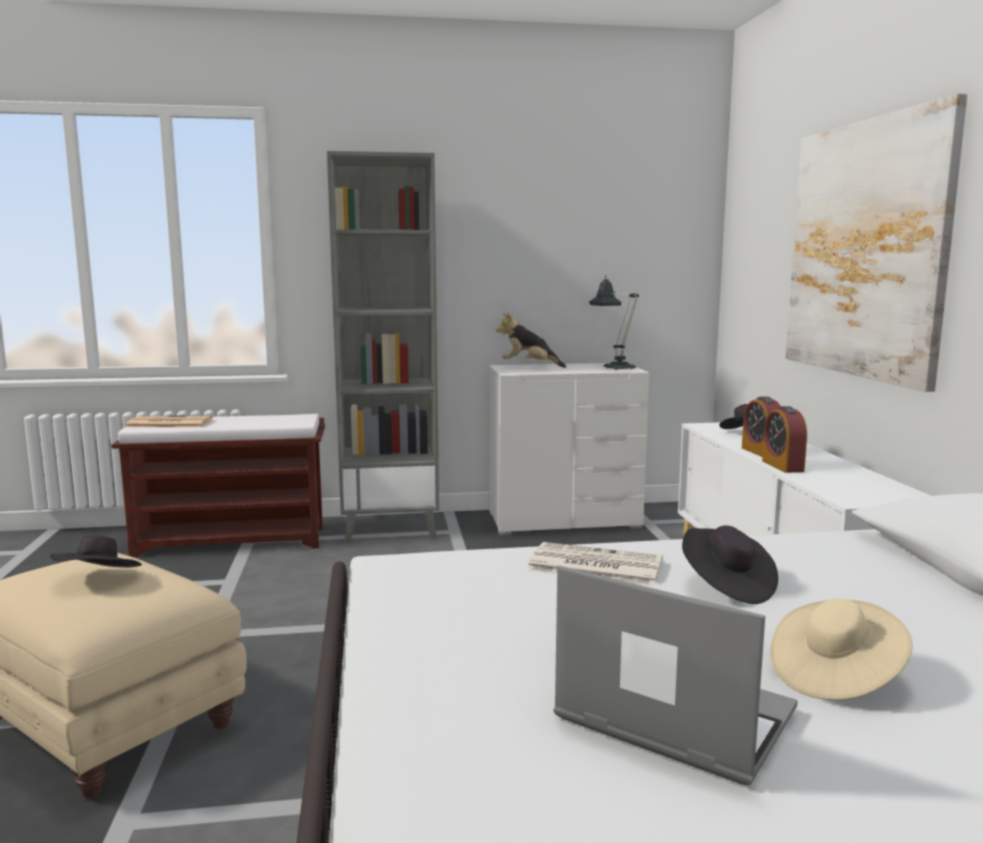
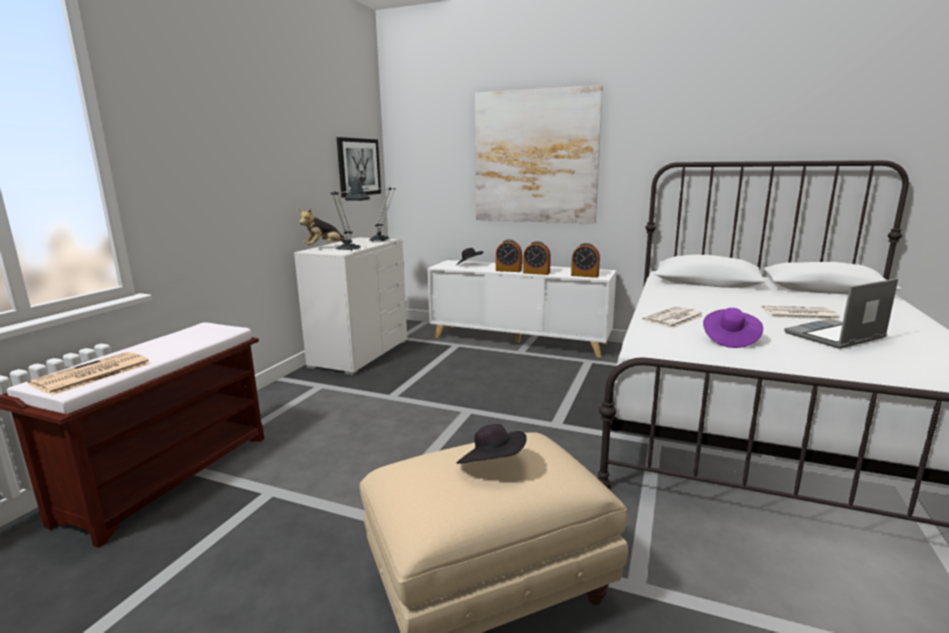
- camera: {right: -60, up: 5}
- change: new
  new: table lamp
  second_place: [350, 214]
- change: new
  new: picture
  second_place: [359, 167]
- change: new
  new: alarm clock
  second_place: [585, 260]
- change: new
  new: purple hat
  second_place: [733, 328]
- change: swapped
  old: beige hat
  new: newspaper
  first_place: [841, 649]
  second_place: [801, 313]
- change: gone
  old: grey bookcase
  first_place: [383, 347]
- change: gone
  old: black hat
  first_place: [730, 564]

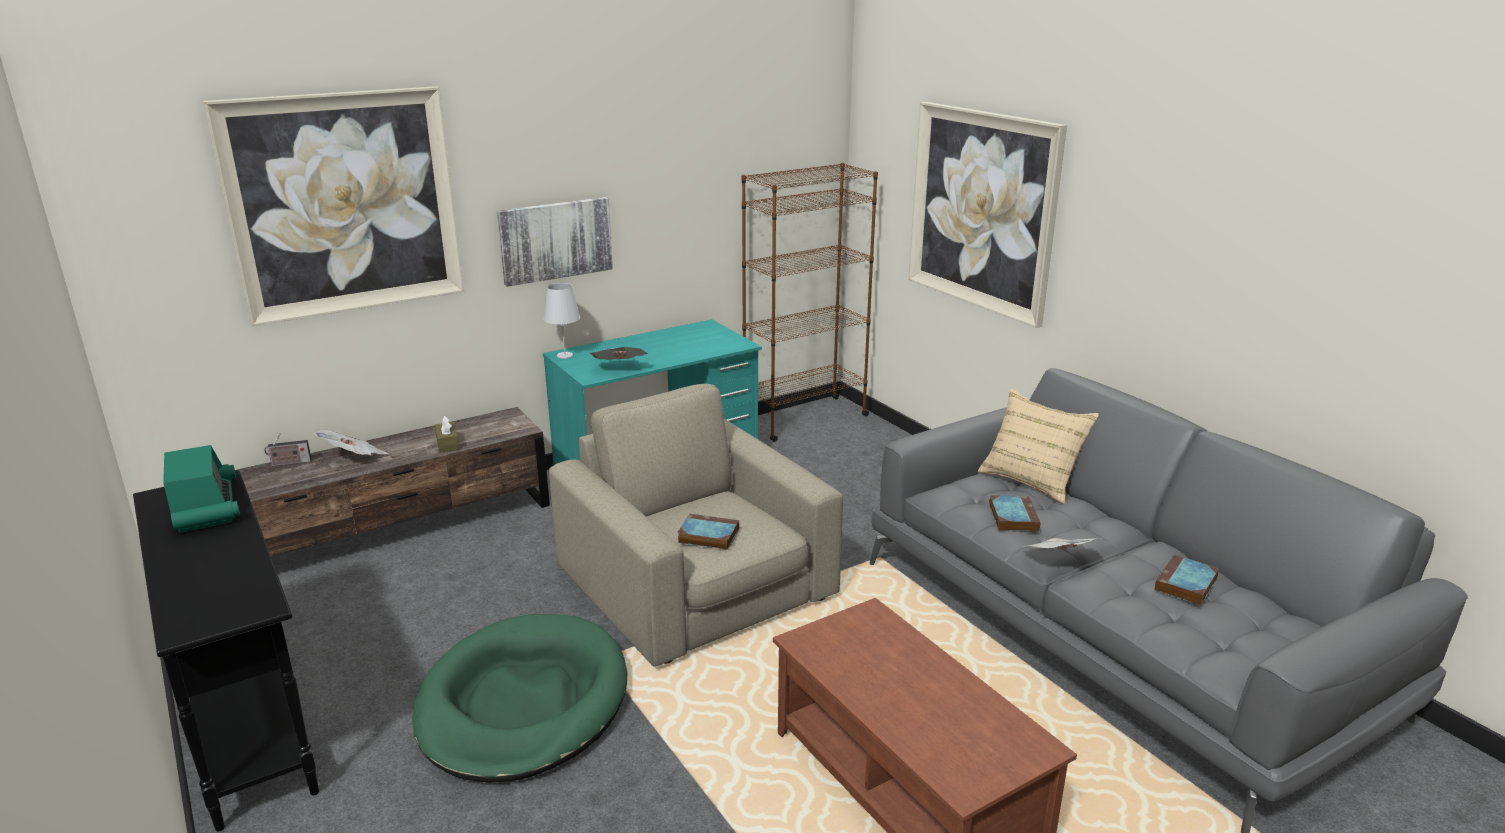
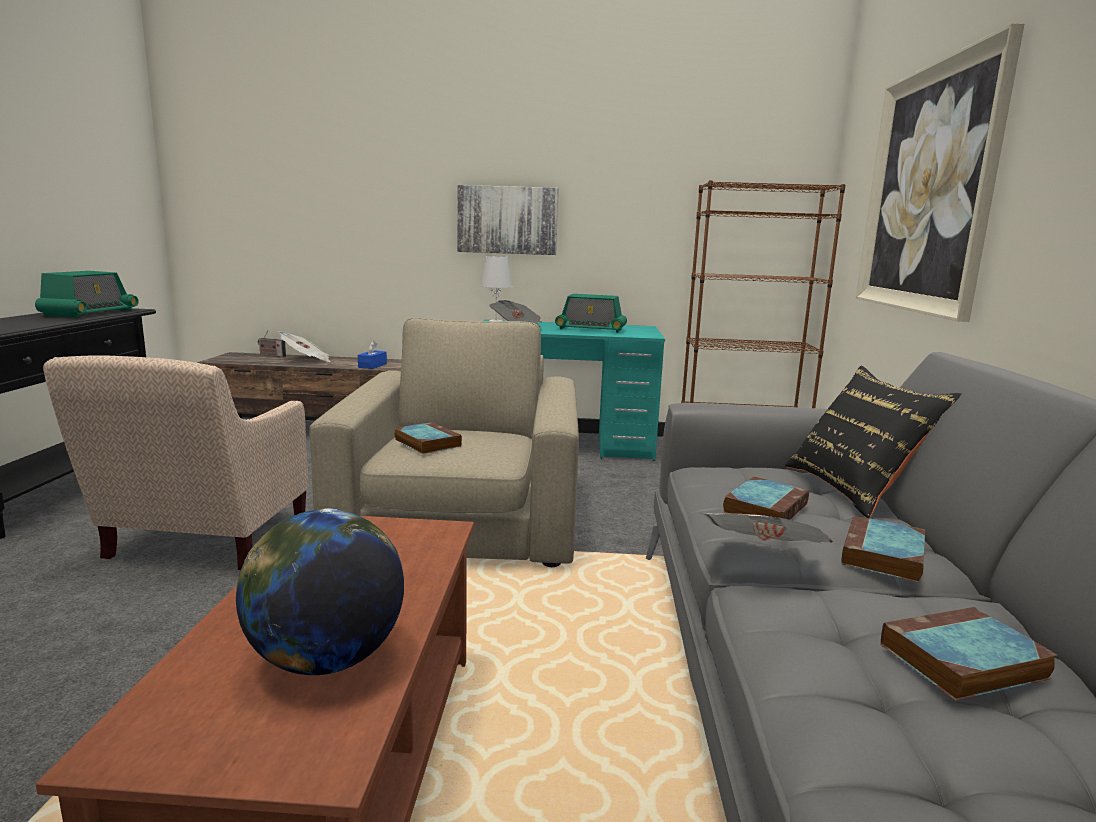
- camera: {right: 35, up: -10}
- change: swapped
  old: green dog bed
  new: beige armchair
  first_place: [519, 698]
  second_place: [176, 462]
- change: new
  new: globe
  second_place: [320, 591]
- change: repainted
  old: brown tissue box
  new: blue tissue box
  first_place: [447, 434]
  second_place: [372, 355]
- change: new
  new: radio
  second_place: [591, 313]
- change: repainted
  old: beige pillow
  new: black pillow
  first_place: [1038, 446]
  second_place: [873, 442]
- change: new
  new: book
  second_place: [883, 549]
- change: gone
  old: picture
  first_place: [333, 206]

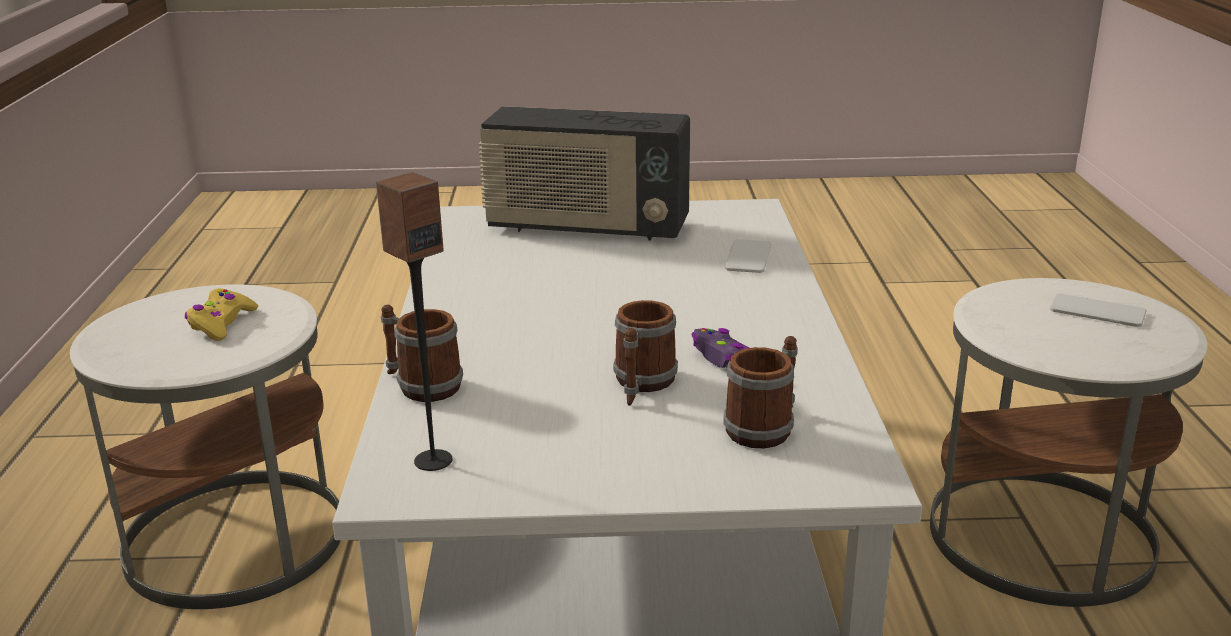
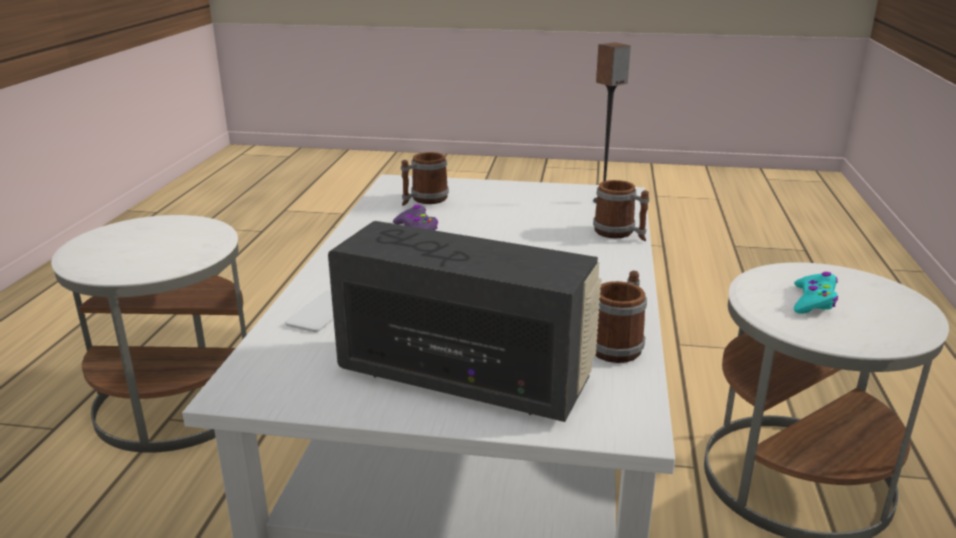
- camera: {right: -170, up: 0}
- change: shifted
  old: mug
  first_place: [645, 353]
  second_place: [621, 317]
- change: repainted
  old: yellow game controller
  new: turquoise game controller
  first_place: [221, 314]
  second_place: [816, 293]
- change: gone
  old: phone
  first_place: [1098, 310]

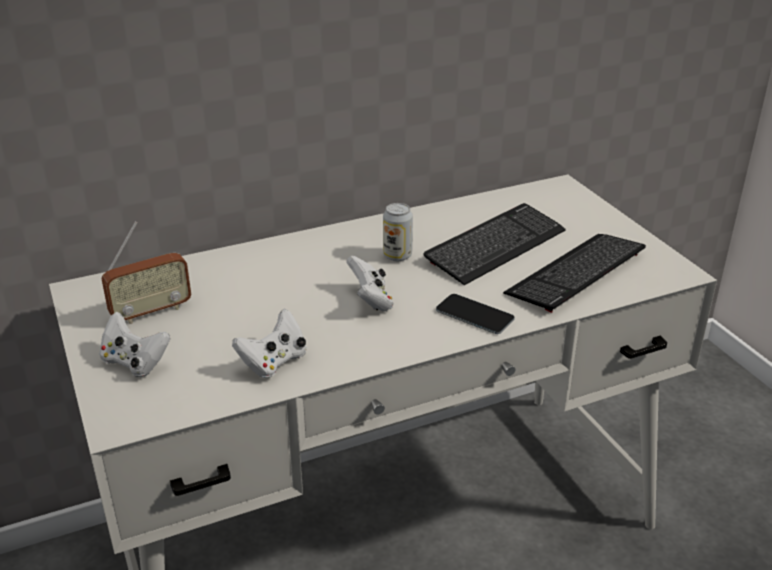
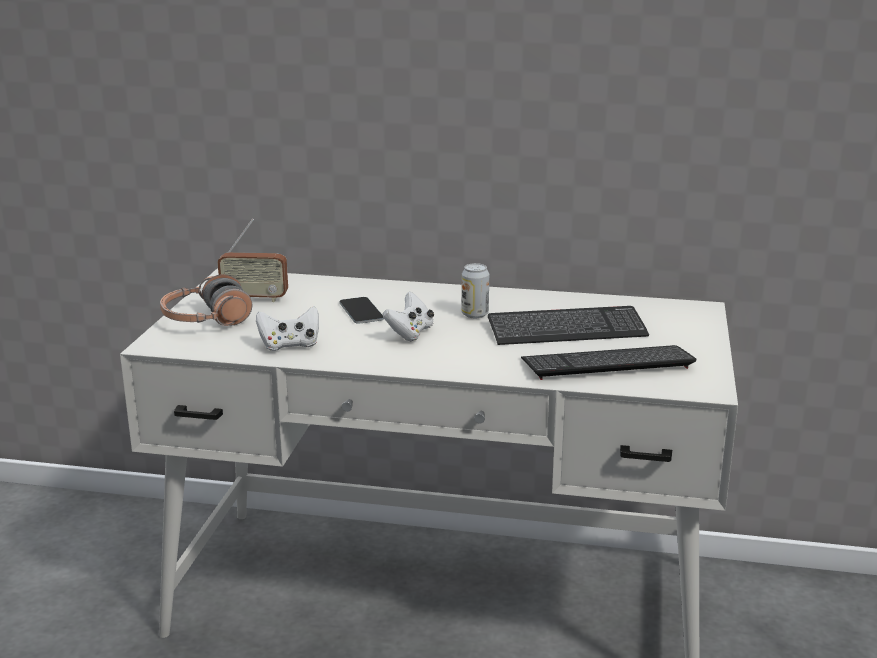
- camera: {right: 35, up: -10}
- change: swapped
  old: white game controller
  new: headphones
  first_place: [134, 344]
  second_place: [206, 300]
- change: shifted
  old: phone
  first_place: [475, 314]
  second_place: [361, 310]

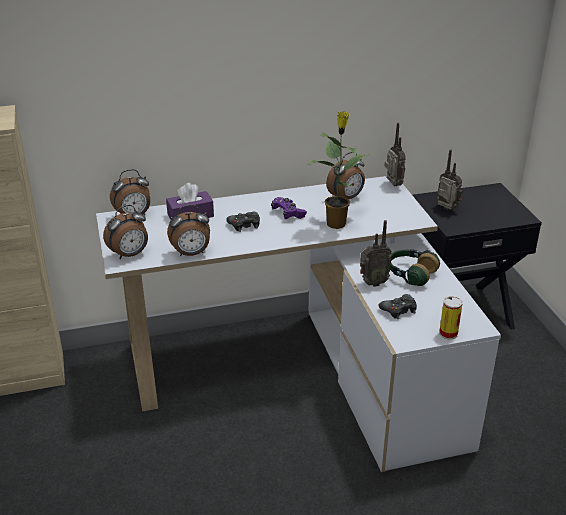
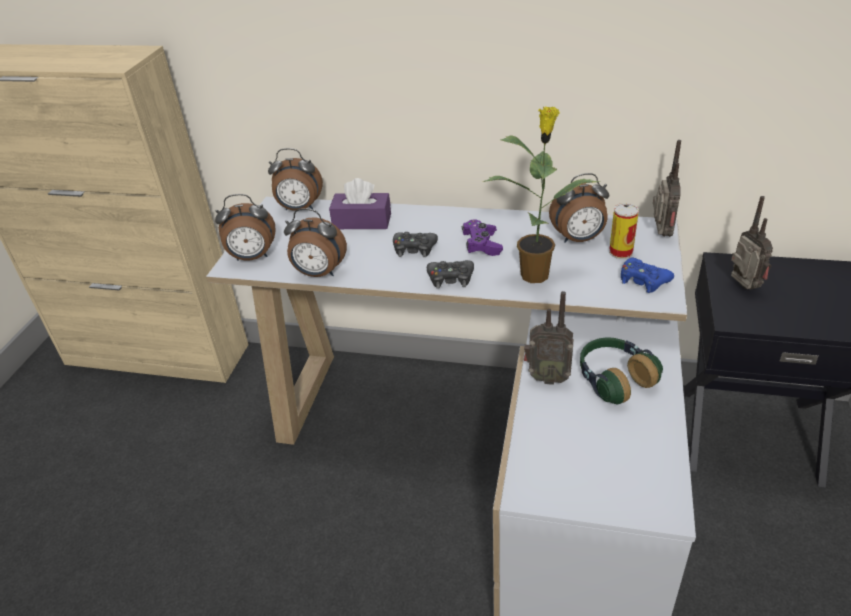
- camera: {right: 30, up: 5}
- change: shifted
  old: black game controller
  first_place: [397, 306]
  second_place: [450, 274]
- change: shifted
  old: can
  first_place: [451, 317]
  second_place: [624, 231]
- change: new
  new: blue game controller
  second_place: [647, 275]

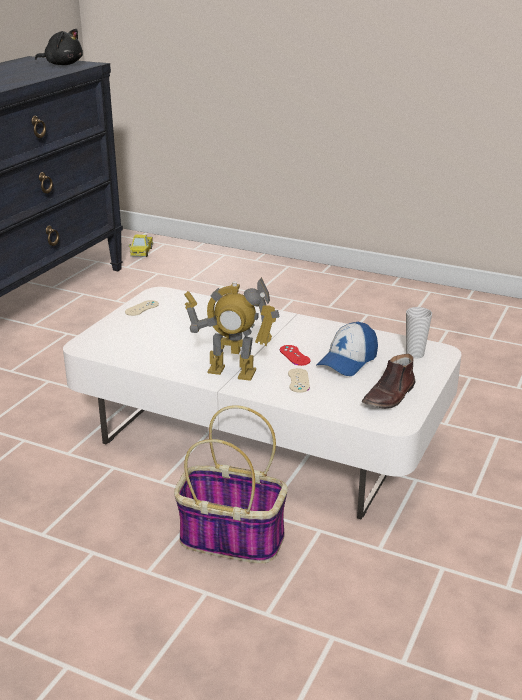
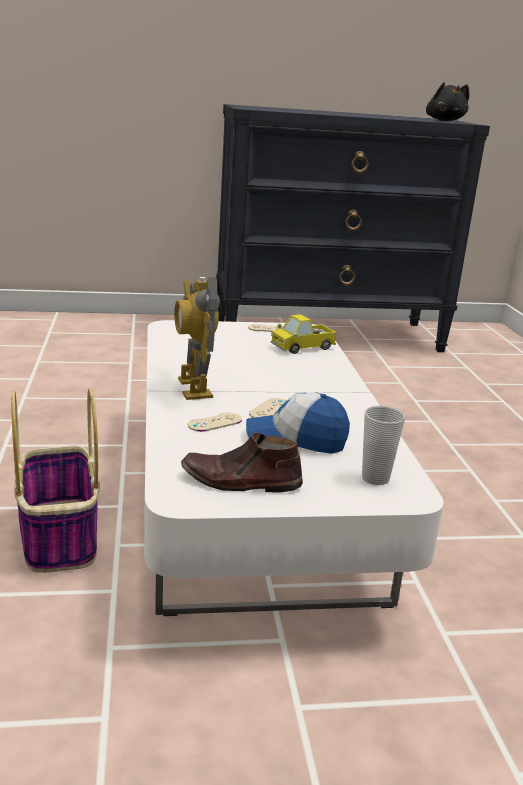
- camera: {right: 55, up: -5}
- change: repainted
  old: red game controller
  new: beige game controller
  first_place: [295, 355]
  second_place: [267, 408]
- change: shifted
  old: toy truck
  first_place: [141, 246]
  second_place: [304, 334]

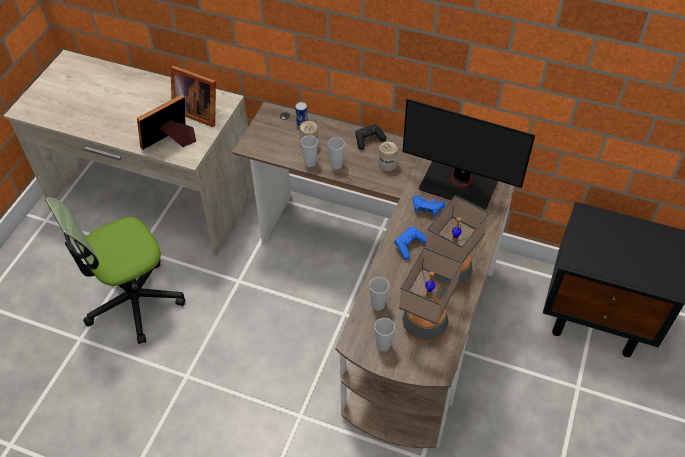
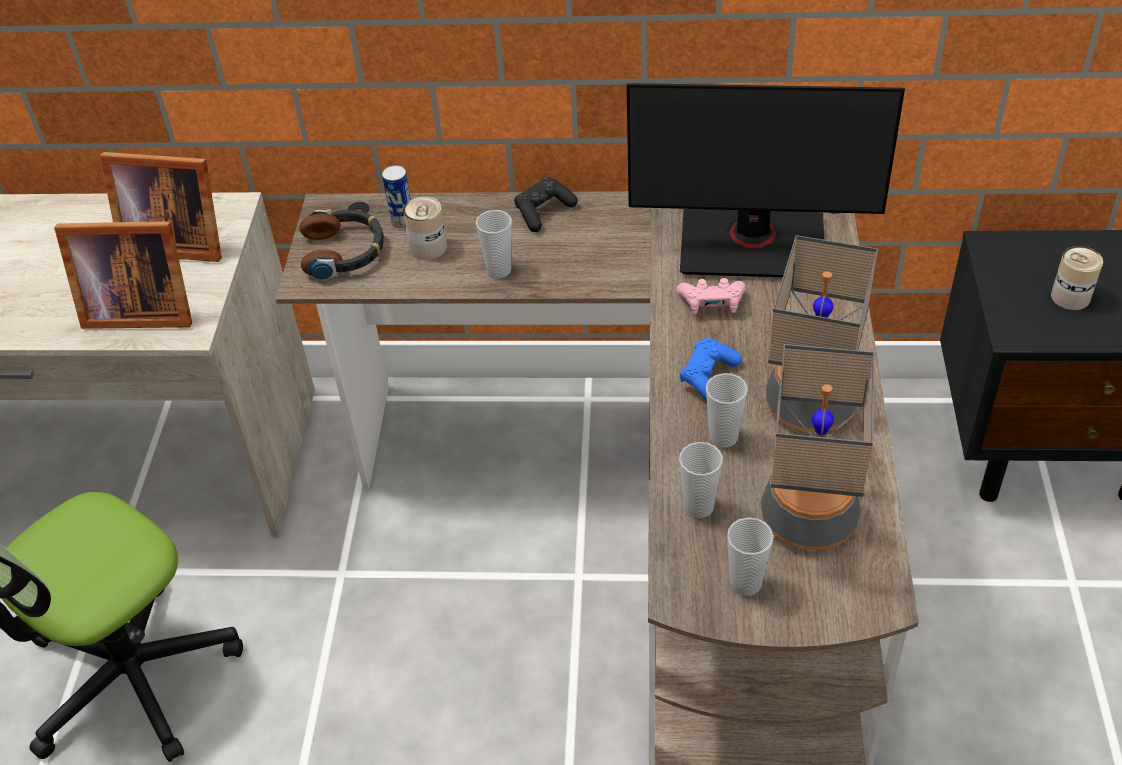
- camera: {right: -15, up: -5}
- change: rotated
  old: picture frame
  first_place: [166, 122]
  second_place: [123, 275]
  degrees: -120
- change: new
  new: headphones
  second_place: [341, 244]
- change: repainted
  old: blue game controller
  new: pink game controller
  first_place: [429, 206]
  second_place: [711, 296]
- change: shifted
  old: cup
  first_place: [309, 151]
  second_place: [726, 410]
- change: shifted
  old: can
  first_place: [388, 156]
  second_place: [1077, 278]

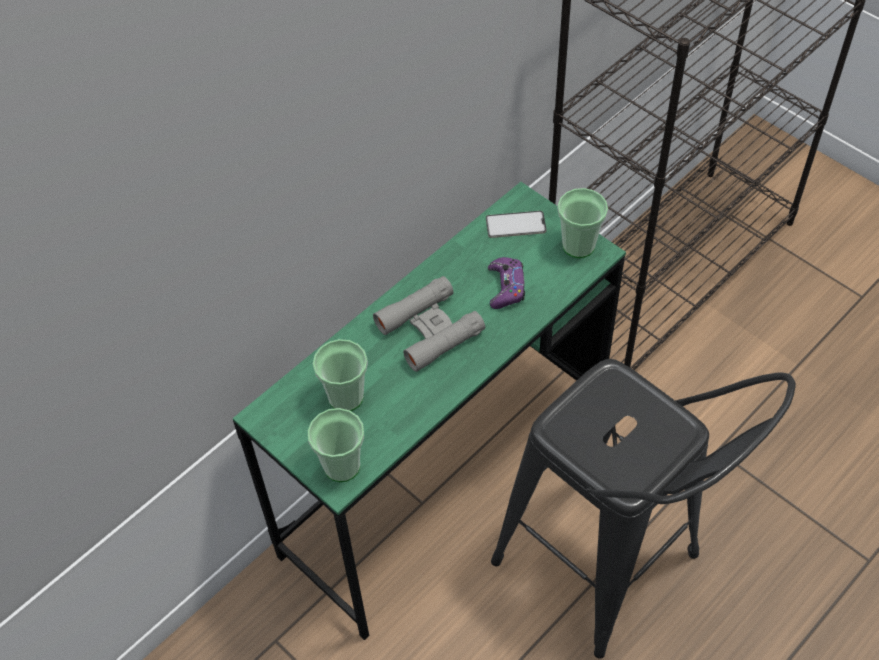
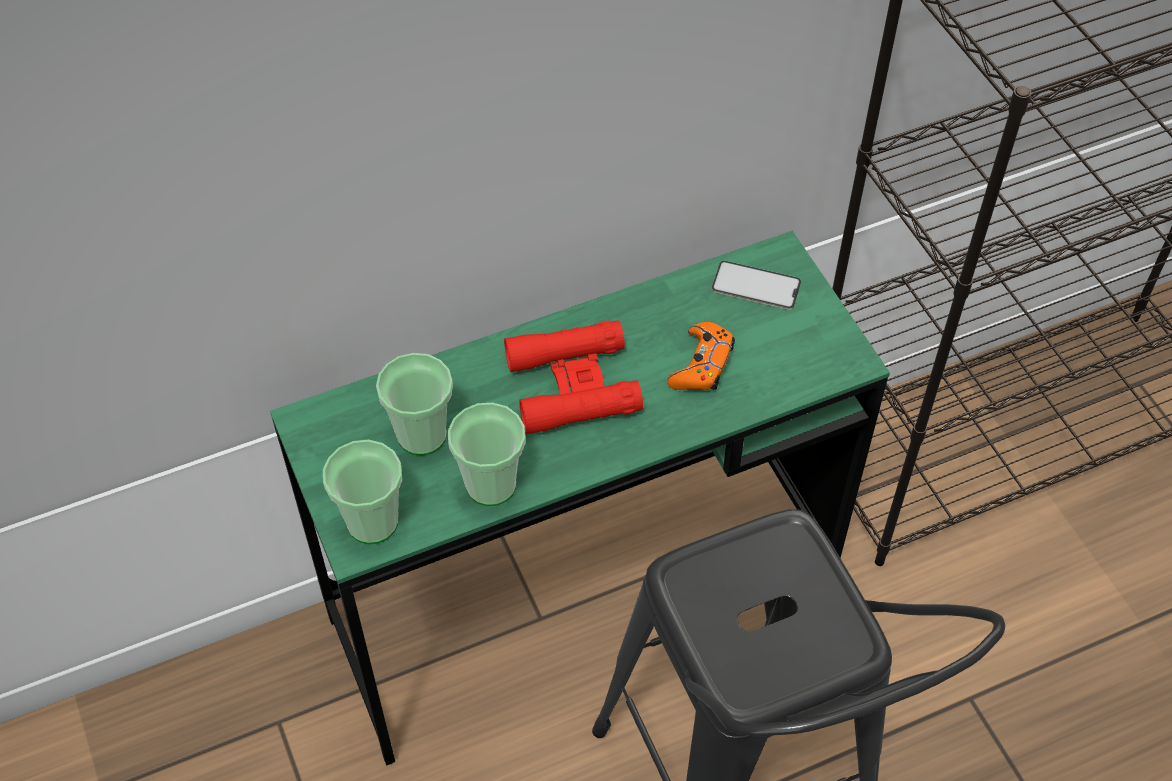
- camera: {right: 20, up: 0}
- change: shifted
  old: cup
  first_place: [583, 223]
  second_place: [486, 454]
- change: repainted
  old: grey binoculars
  new: red binoculars
  first_place: [429, 324]
  second_place: [573, 377]
- change: repainted
  old: purple game controller
  new: orange game controller
  first_place: [506, 283]
  second_place: [701, 356]

